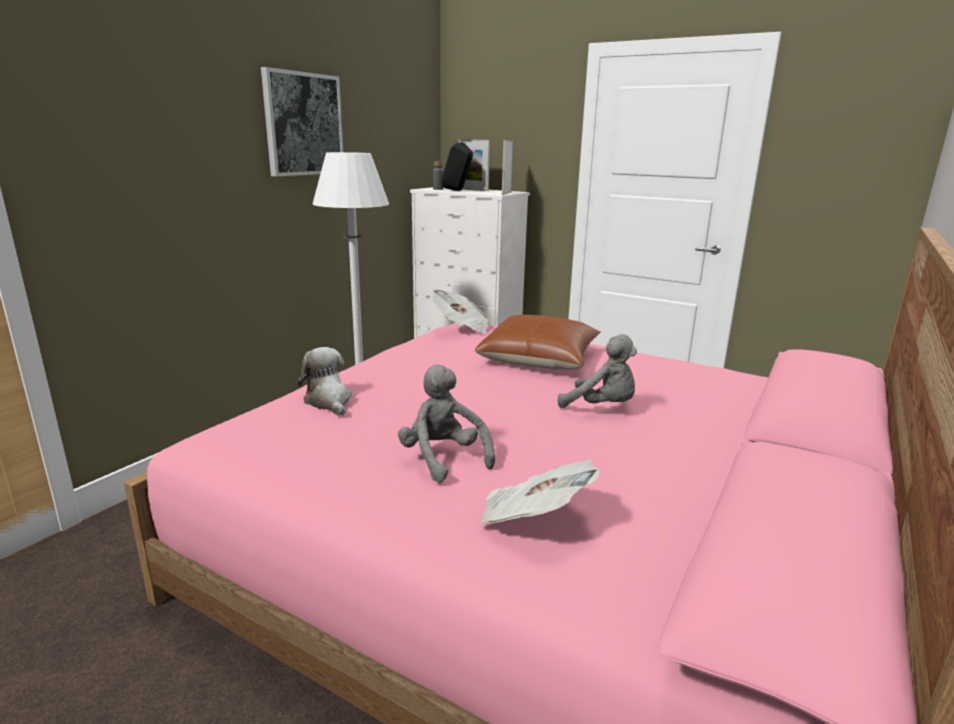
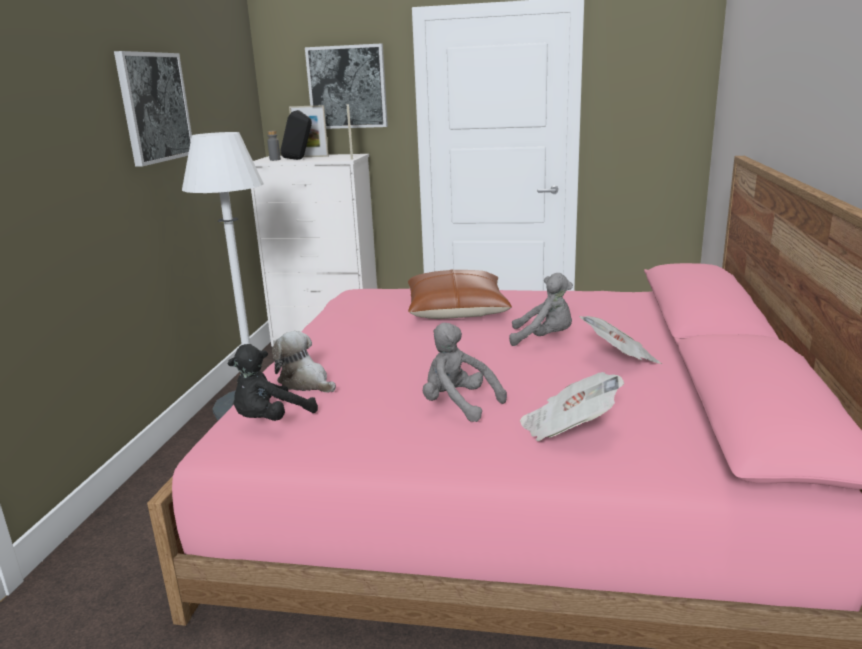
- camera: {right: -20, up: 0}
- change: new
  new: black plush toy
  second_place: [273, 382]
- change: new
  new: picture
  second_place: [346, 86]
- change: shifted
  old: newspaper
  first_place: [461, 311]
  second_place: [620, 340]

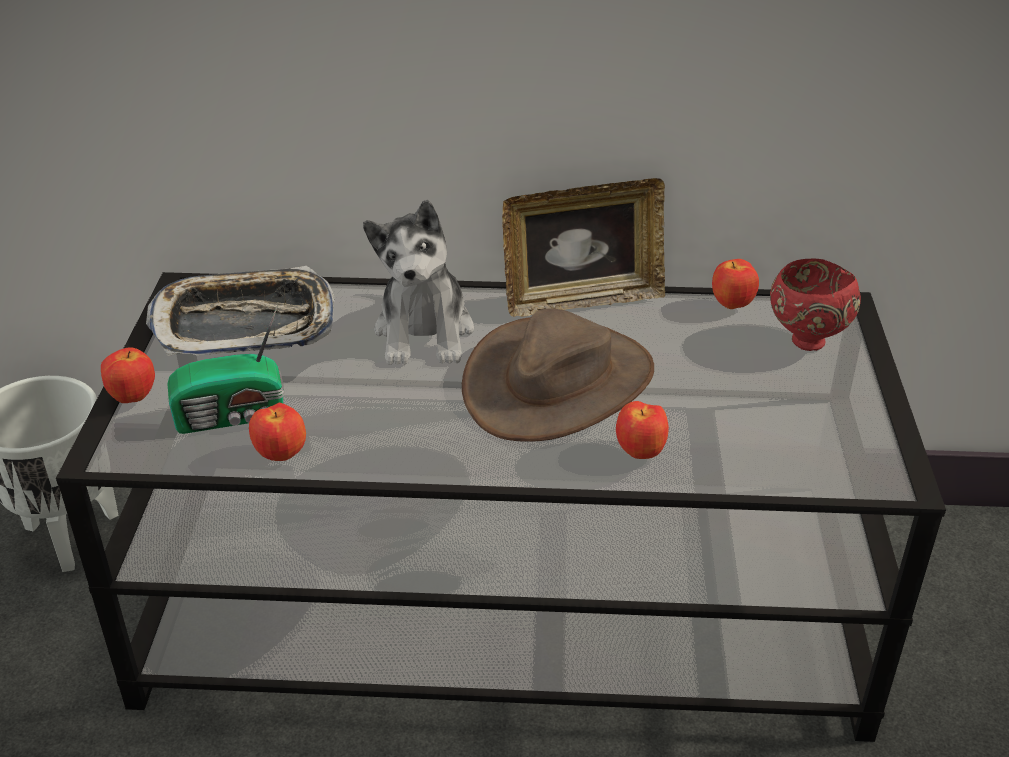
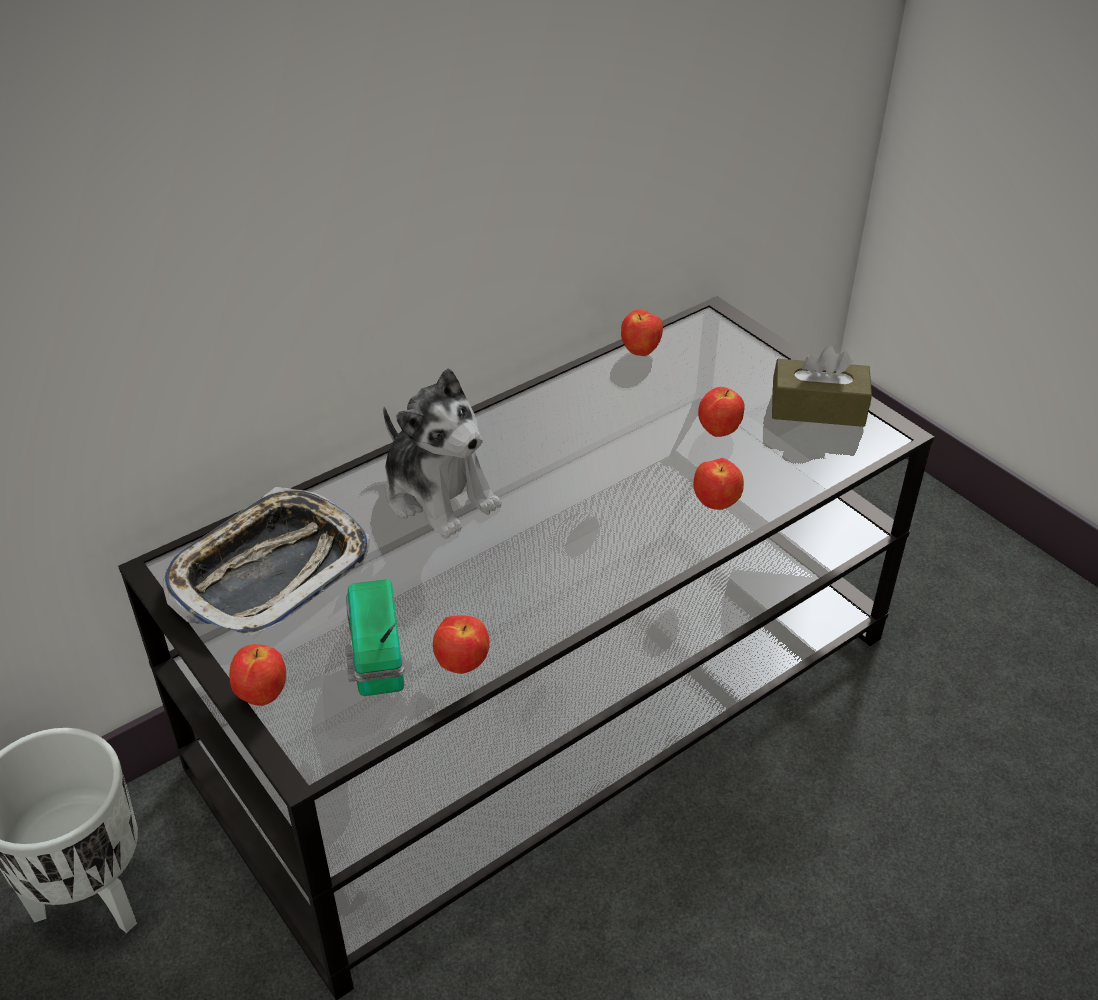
- camera: {right: -40, up: 5}
- change: rotated
  old: radio
  first_place: [226, 370]
  second_place: [375, 637]
  degrees: 135
- change: new
  new: apple
  second_place: [721, 412]
- change: new
  new: brown tissue box
  second_place: [822, 386]
- change: gone
  old: brown hat
  first_place: [558, 375]
- change: gone
  old: picture frame
  first_place: [583, 247]
- change: gone
  old: red bowl
  first_place: [815, 305]

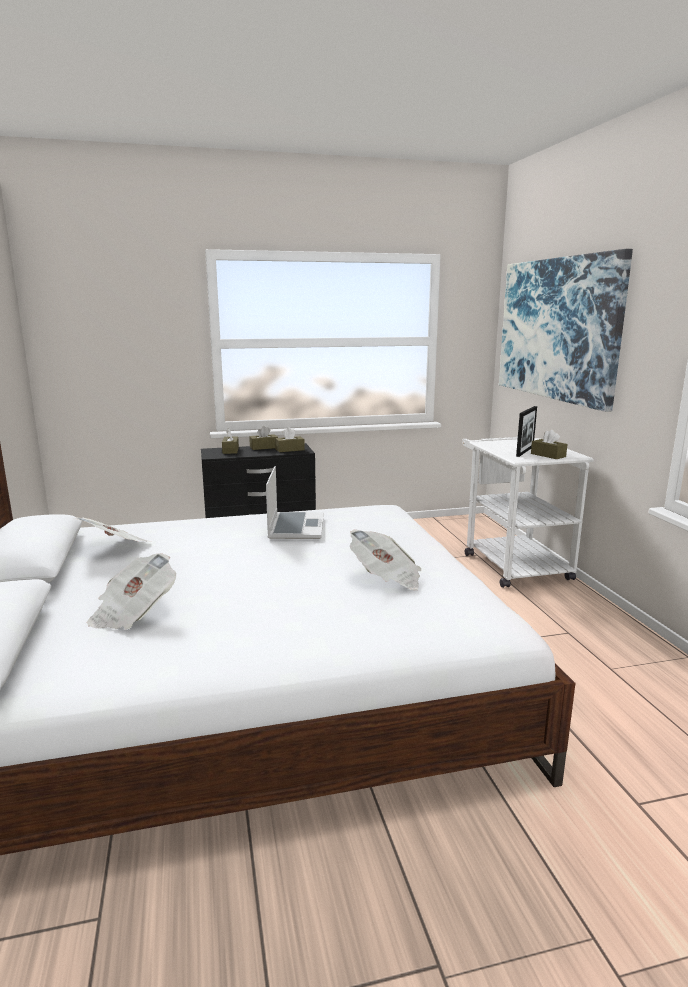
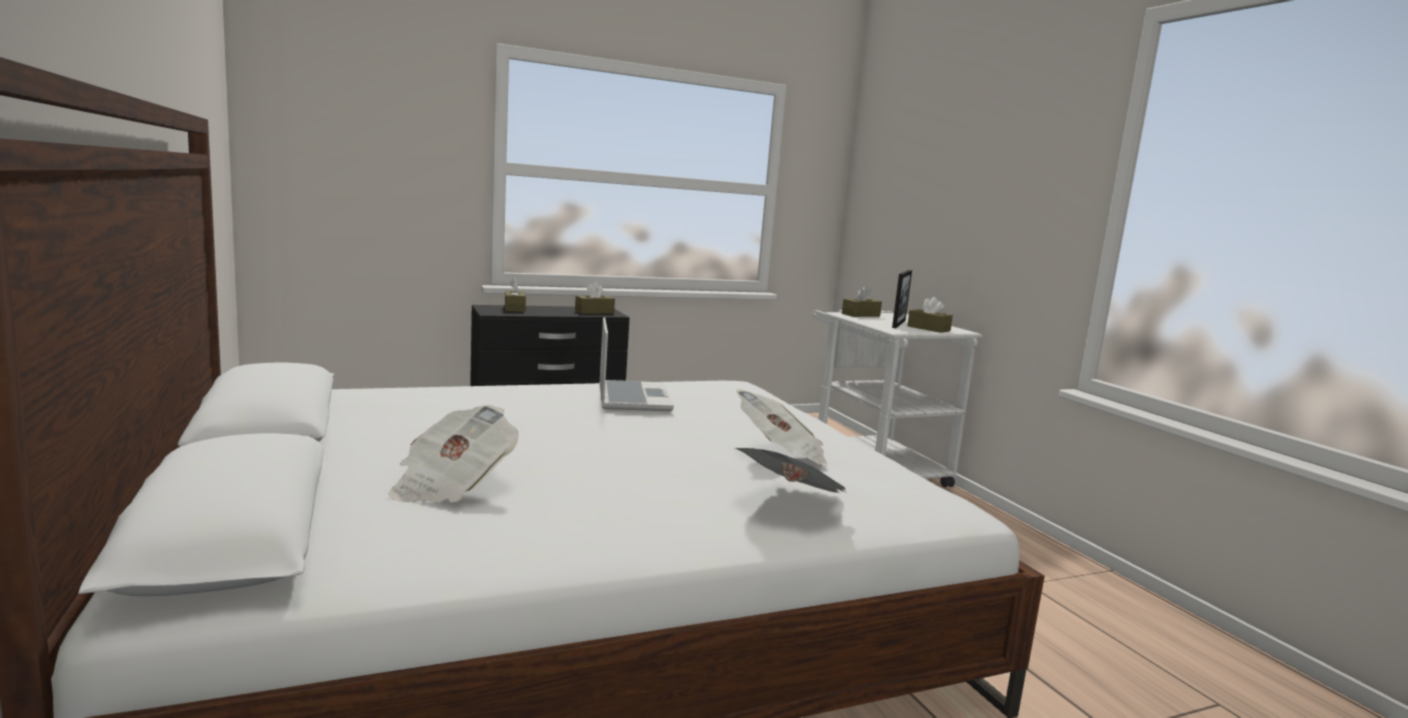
- camera: {right: -10, up: -5}
- change: shifted
  old: newspaper
  first_place: [111, 530]
  second_place: [790, 470]
- change: shifted
  old: brown tissue box
  first_place: [263, 438]
  second_place: [862, 301]
- change: gone
  old: picture
  first_place: [566, 330]

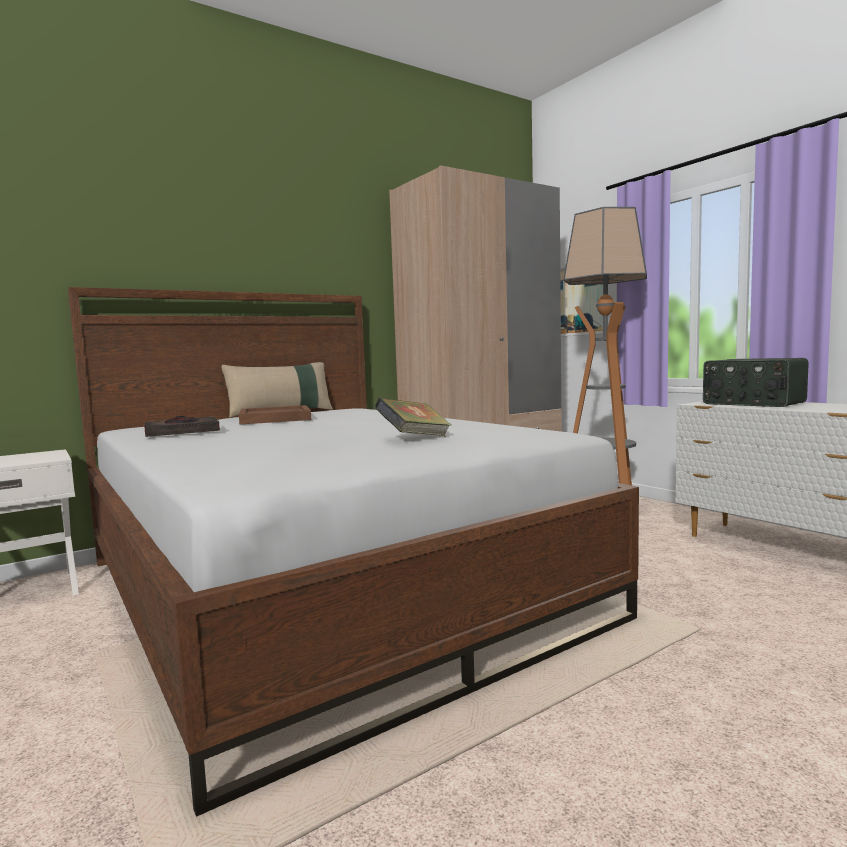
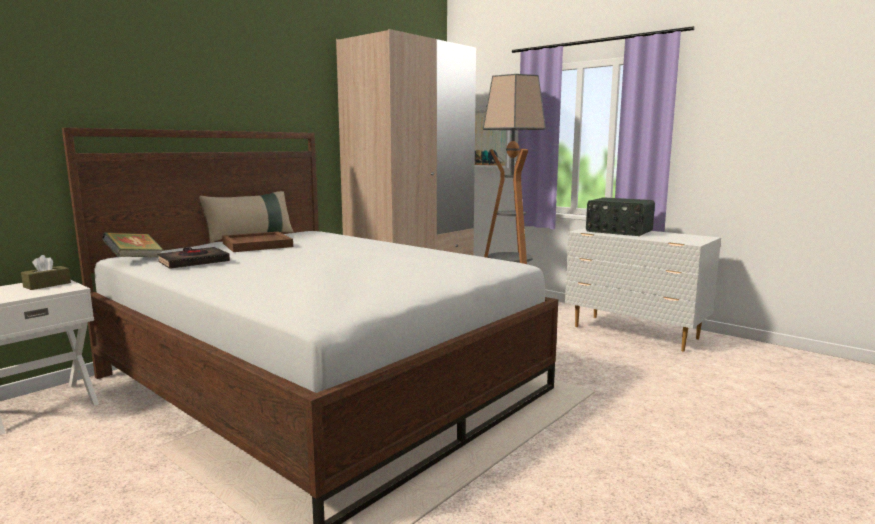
- camera: {right: -15, up: 5}
- change: new
  new: brown tissue box
  second_place: [46, 272]
- change: shifted
  old: book
  first_place: [413, 417]
  second_place: [132, 244]

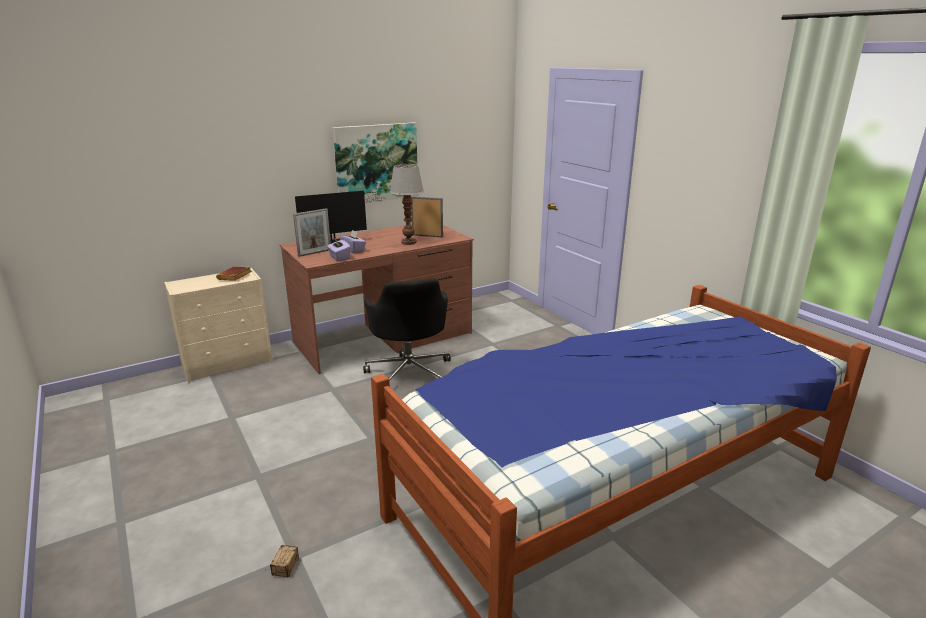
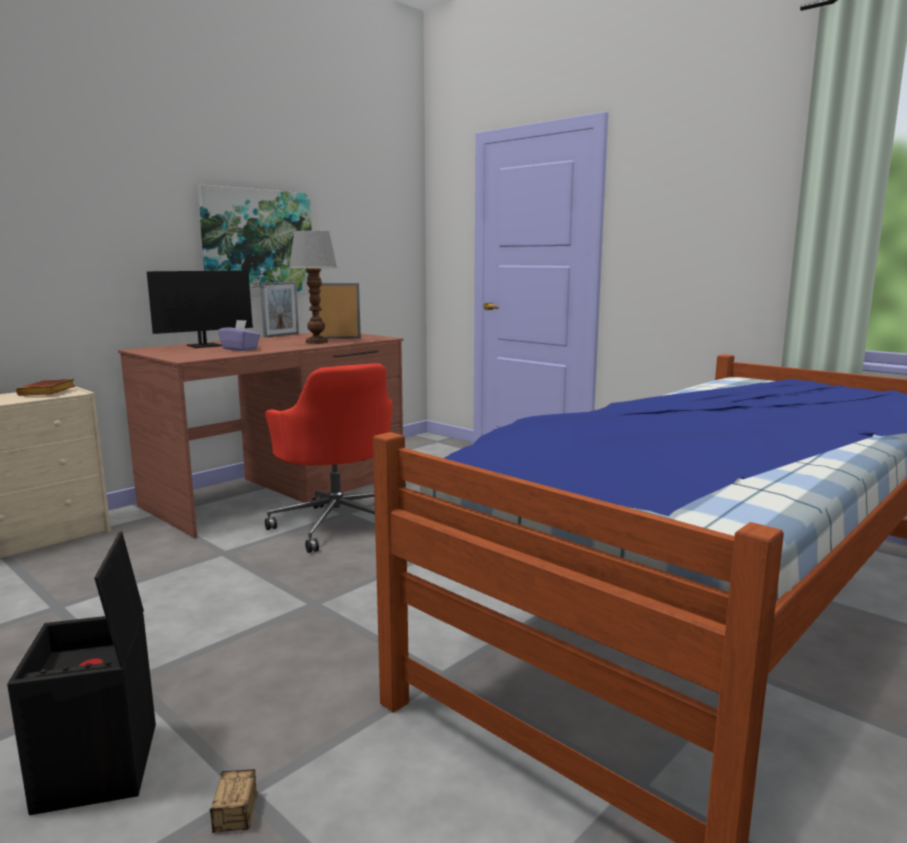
- camera: {right: -15, up: -10}
- change: new
  new: black storage box
  second_place: [81, 673]
- change: shifted
  old: picture frame
  first_place: [312, 232]
  second_place: [279, 310]
- change: repainted
  old: black office chair
  new: red office chair
  first_place: [407, 329]
  second_place: [328, 458]
- change: gone
  old: purple tissue box
  first_place: [339, 249]

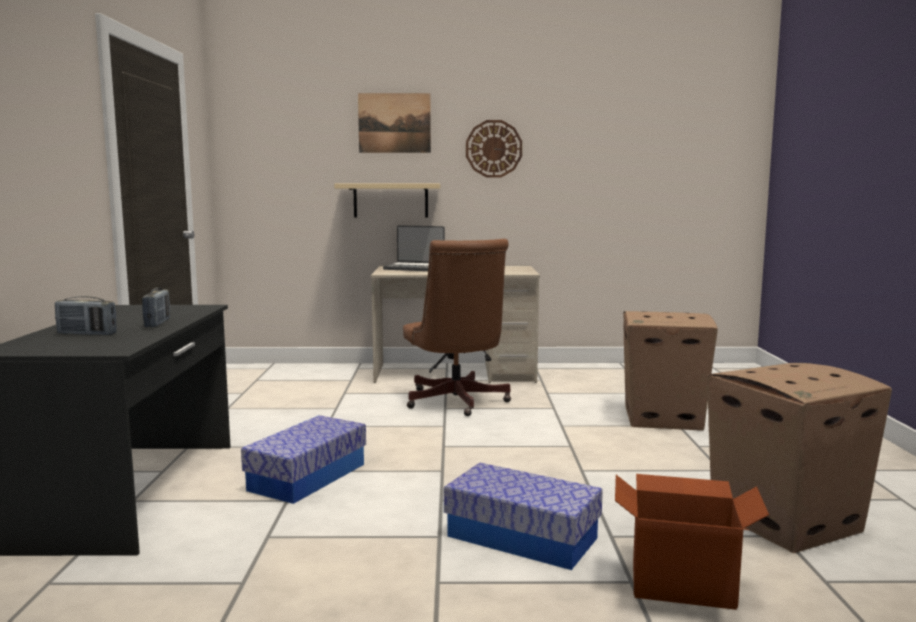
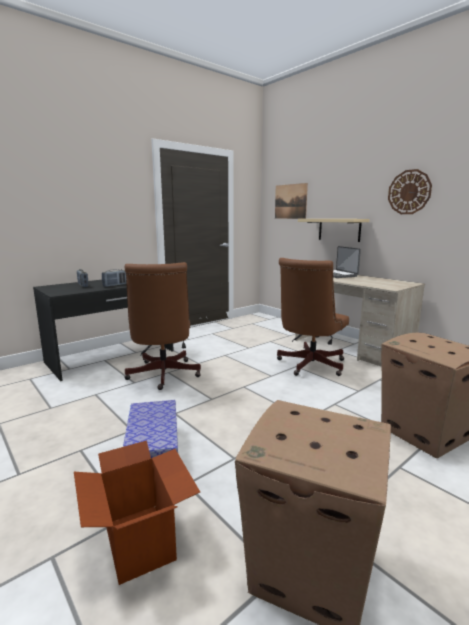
- camera: {right: 50, up: 5}
- change: swapped
  old: storage box
  new: brown office chair
  first_place: [303, 459]
  second_place: [162, 326]
- change: shifted
  old: picture
  first_place: [394, 123]
  second_place: [291, 201]

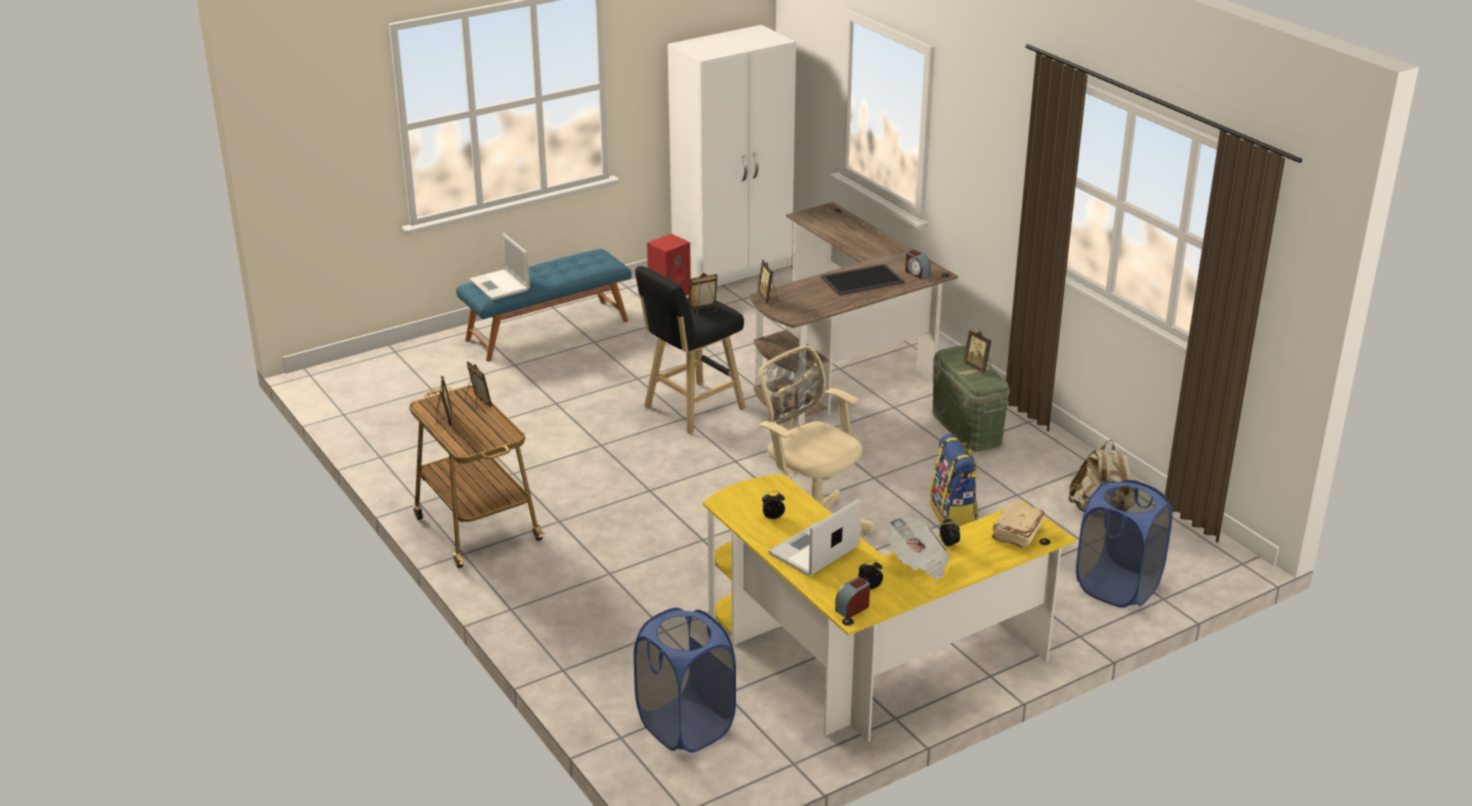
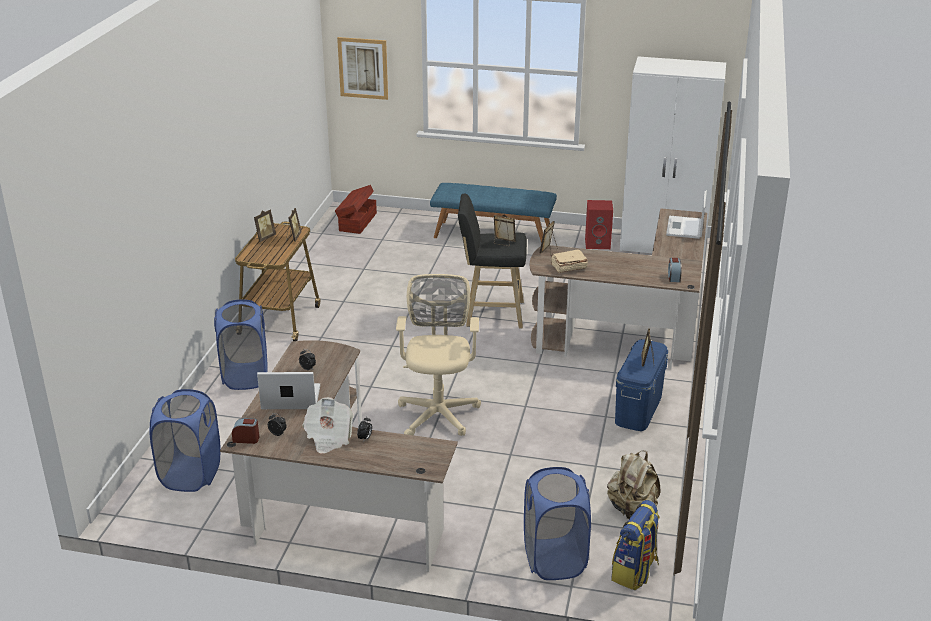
- camera: {right: 45, up: 0}
- change: new
  new: blue laundry basket
  second_place: [241, 344]
- change: repainted
  old: yellow desk
  new: brown desk
  first_place: [889, 608]
  second_place: [339, 456]
- change: new
  new: brown storage box
  second_place: [356, 209]
- change: new
  new: picture
  second_place: [362, 68]
- change: shifted
  old: beige book
  first_place: [1018, 525]
  second_place: [569, 261]
- change: shifted
  old: backpack
  first_place: [954, 480]
  second_place: [635, 545]
- change: repainted
  old: green storage box
  new: blue storage box
  first_place: [971, 399]
  second_place: [641, 385]
- change: shifted
  old: laptop
  first_place: [499, 266]
  second_place: [686, 214]
- change: gone
  old: tray
  first_place: [862, 279]

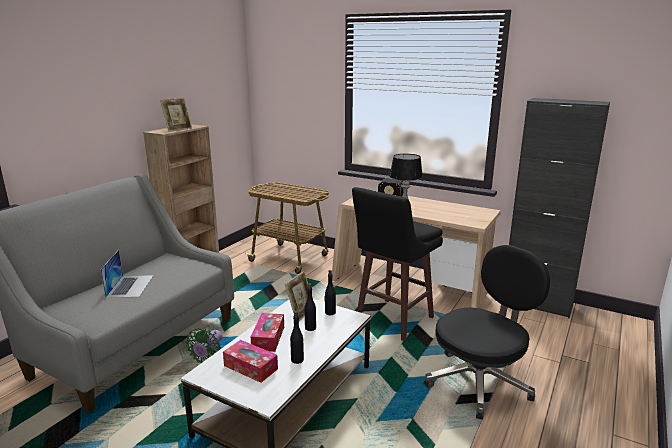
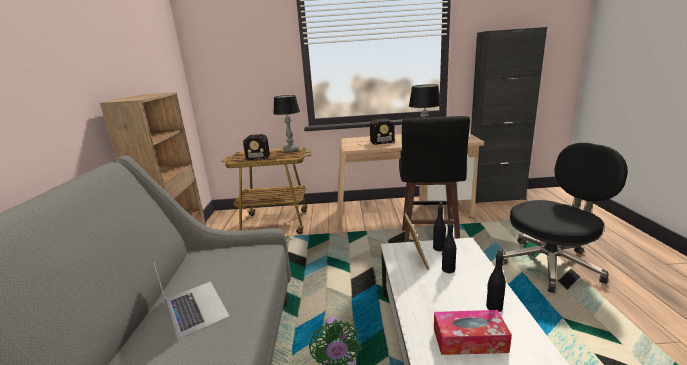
- camera: {right: -30, up: 0}
- change: new
  new: radio
  second_place: [254, 147]
- change: new
  new: table lamp
  second_place: [286, 123]
- change: rotated
  old: black office chair
  first_place: [487, 332]
  second_place: [565, 218]
  degrees: 45
- change: gone
  old: picture frame
  first_place: [176, 115]
- change: gone
  old: tissue box
  first_place: [267, 332]

